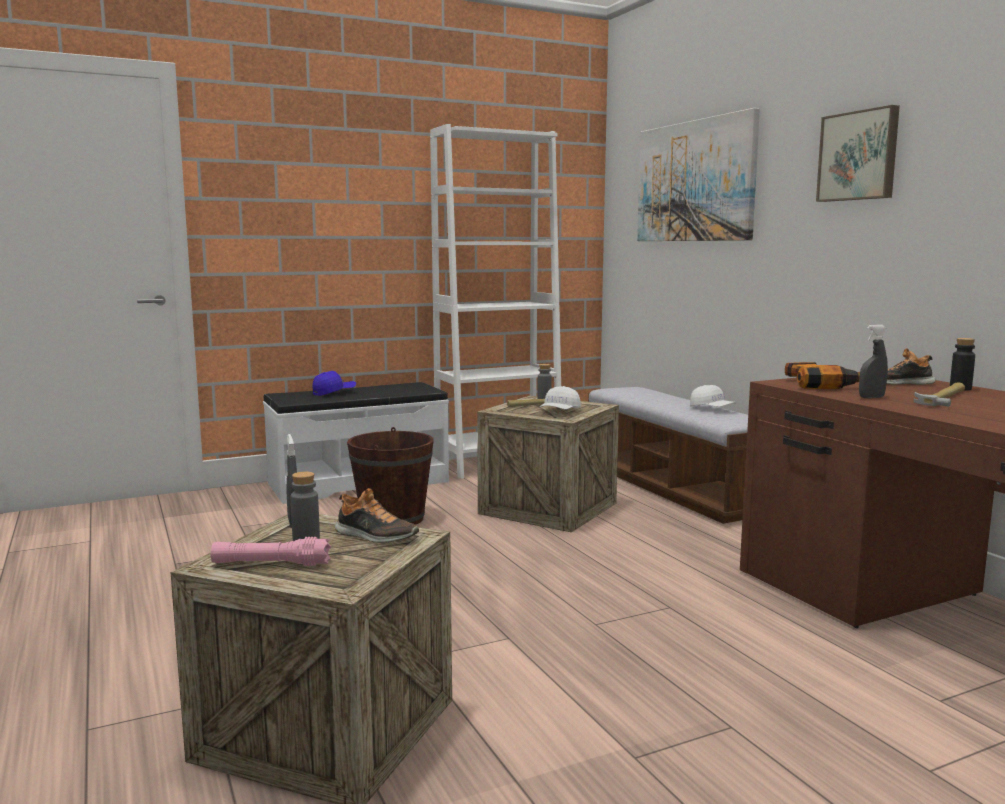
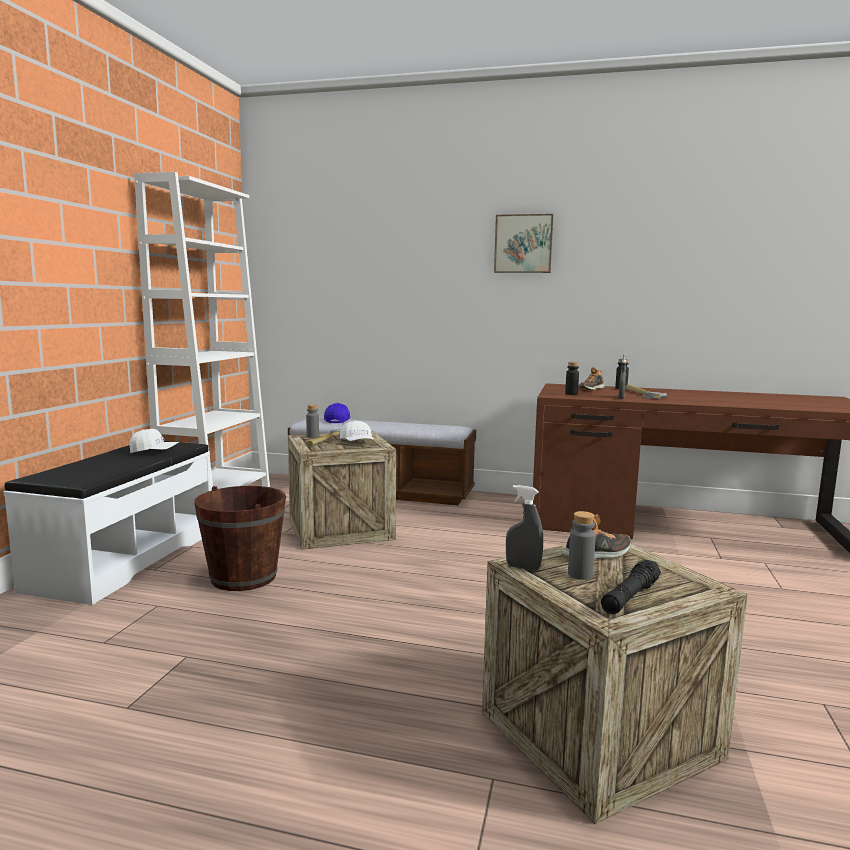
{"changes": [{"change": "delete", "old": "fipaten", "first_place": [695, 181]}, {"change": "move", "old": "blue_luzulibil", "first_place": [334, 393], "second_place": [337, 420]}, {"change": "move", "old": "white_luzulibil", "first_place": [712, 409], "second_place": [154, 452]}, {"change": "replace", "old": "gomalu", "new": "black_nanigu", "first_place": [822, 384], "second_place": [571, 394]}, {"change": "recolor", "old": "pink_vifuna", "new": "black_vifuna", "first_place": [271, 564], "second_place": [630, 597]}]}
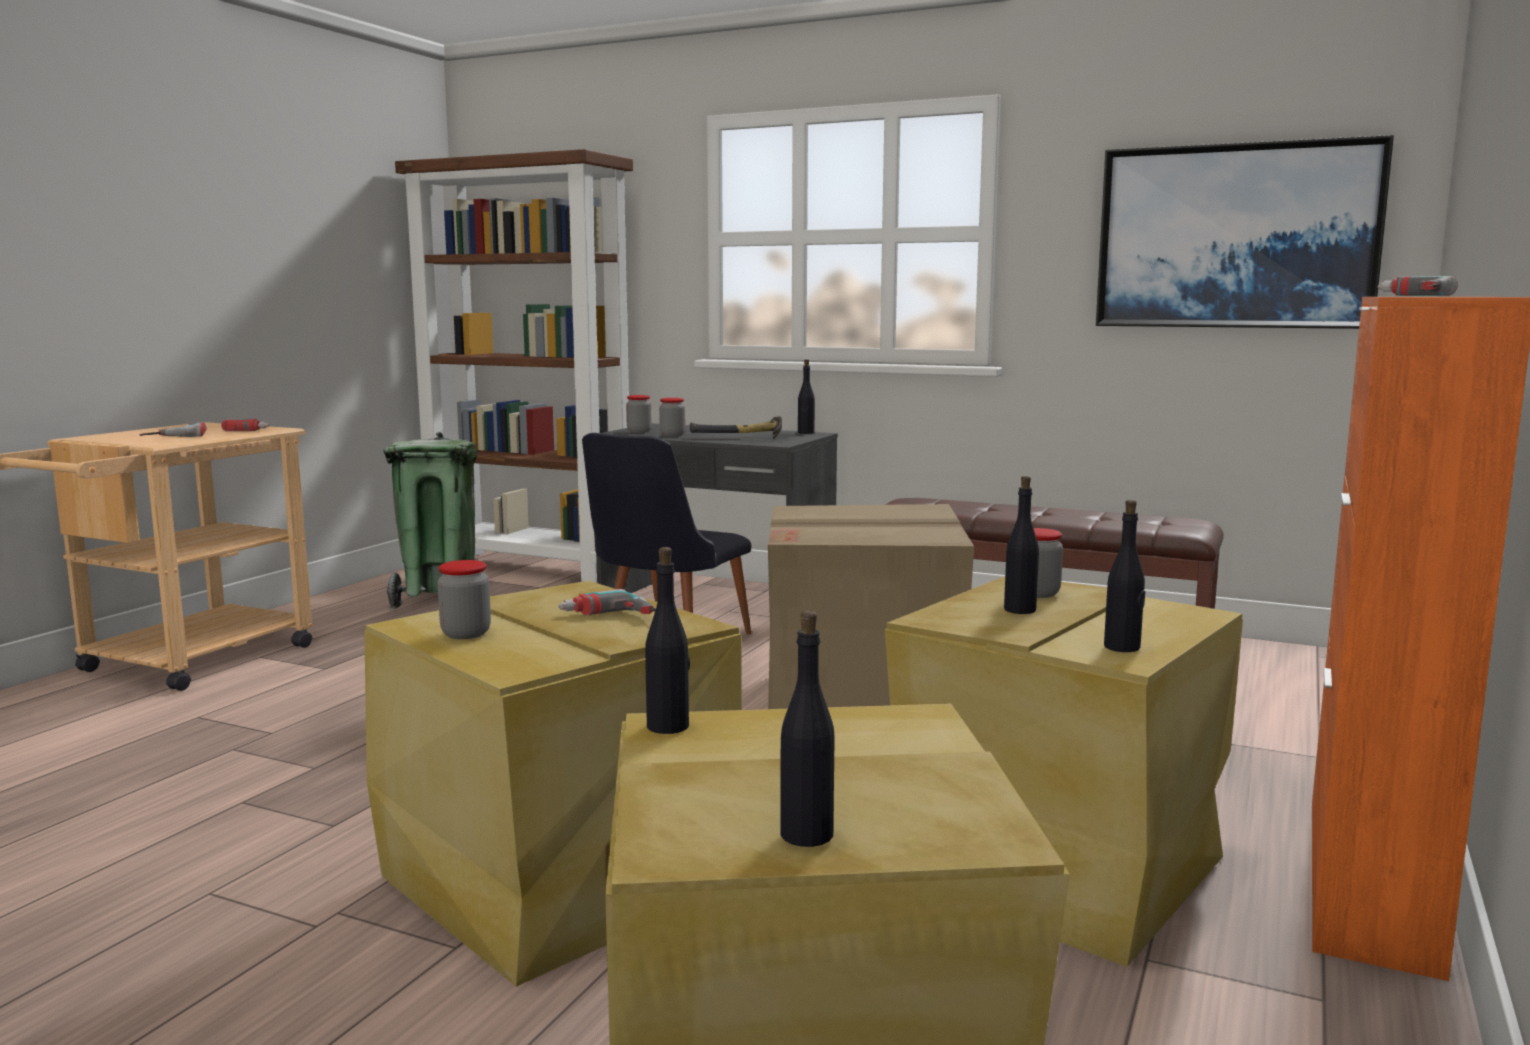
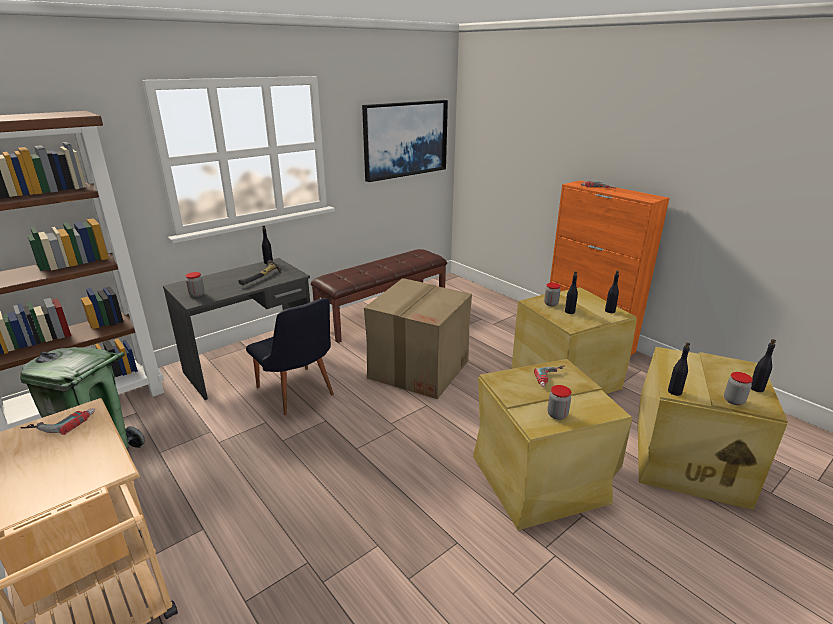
{"changes": [{"change": "delete", "old": "gomalu", "first_place": [175, 436]}, {"change": "move", "old": "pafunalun", "first_place": [672, 435], "second_place": [733, 400]}]}
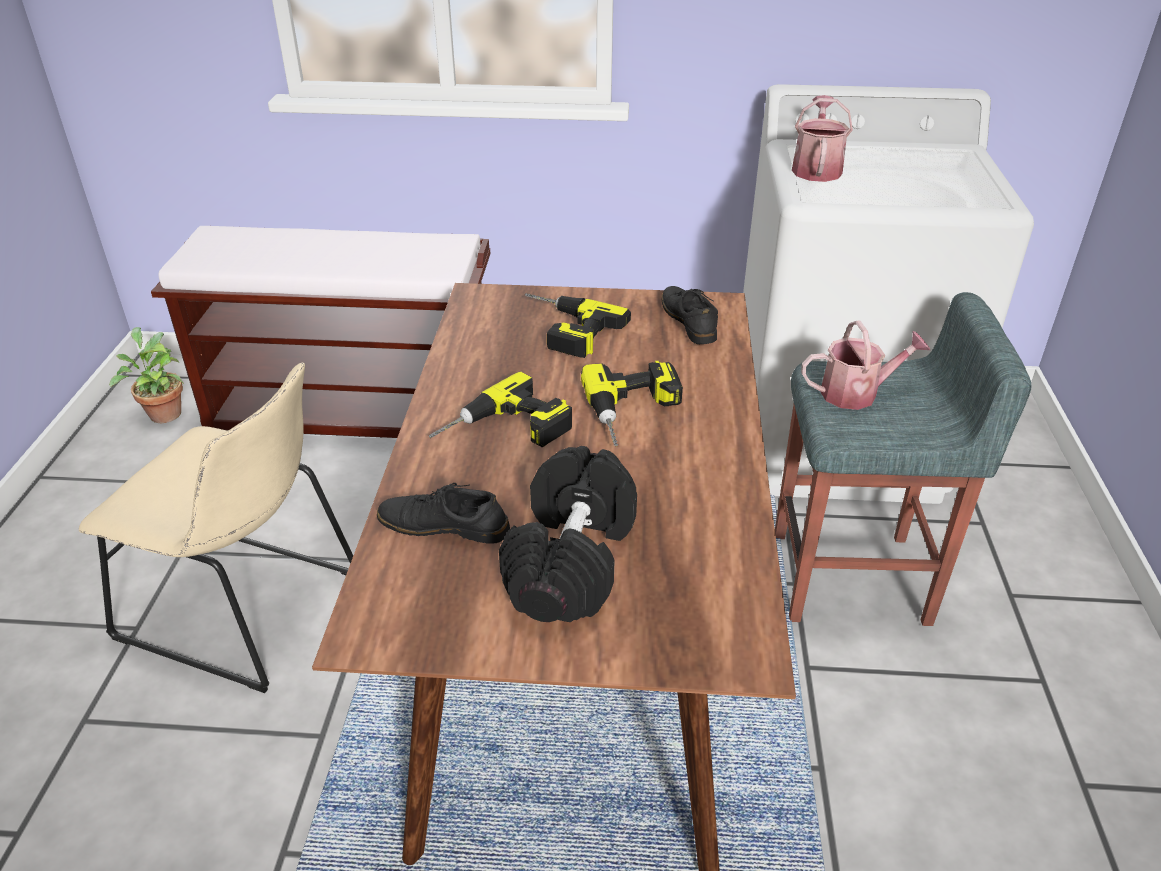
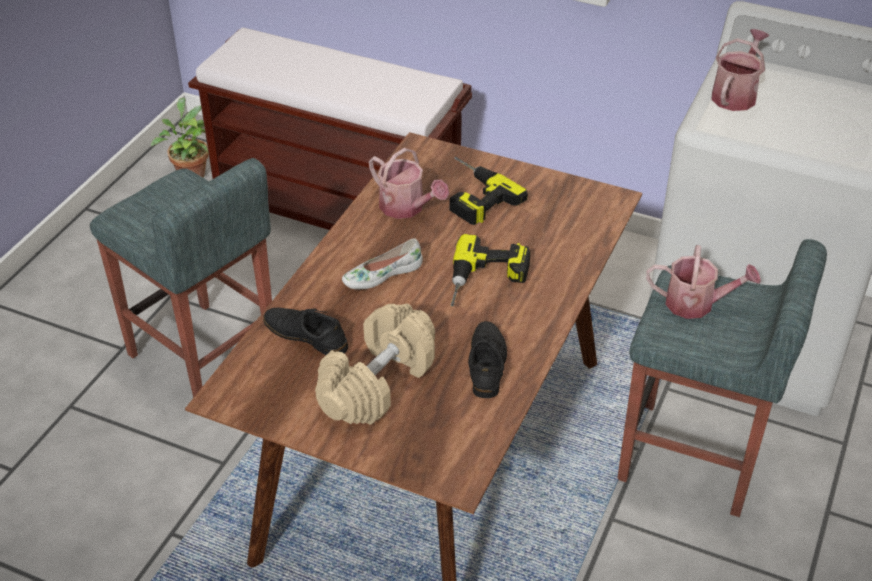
{"changes": [{"change": "insert", "new": "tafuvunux", "second_place": [406, 208]}, {"change": "move", "old": "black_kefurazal", "first_place": [688, 320], "second_place": [487, 363]}, {"change": "replace", "old": "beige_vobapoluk", "new": "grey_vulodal", "first_place": [248, 609], "second_place": [203, 355]}, {"change": "replace", "old": "gomalu", "new": "white_kefurazal", "first_place": [504, 431], "second_place": [382, 274]}, {"change": "recolor", "old": "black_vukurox", "new": "beige_vukurox", "first_place": [570, 560], "second_place": [377, 382]}]}
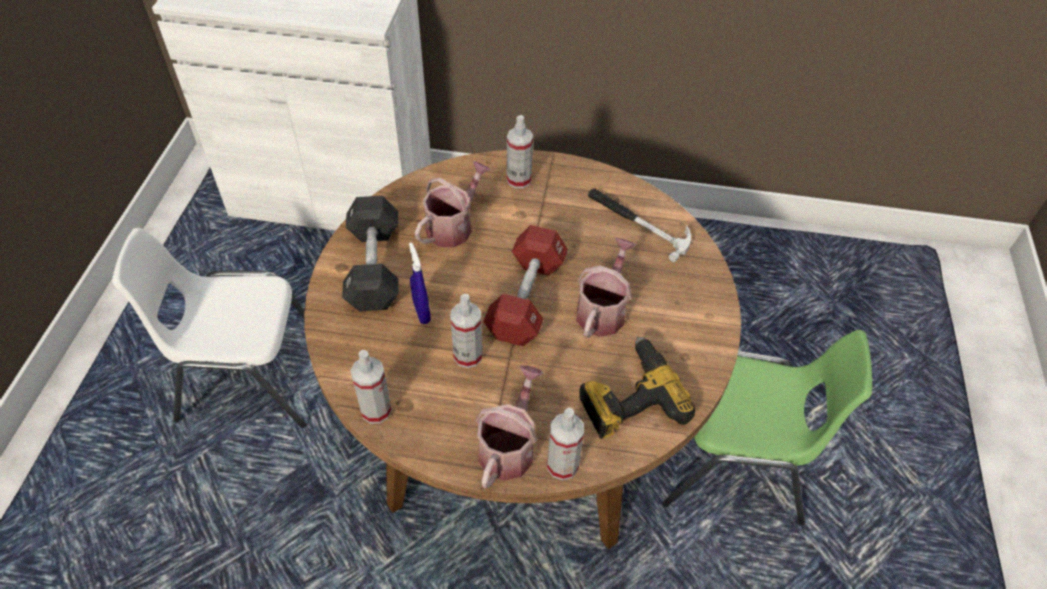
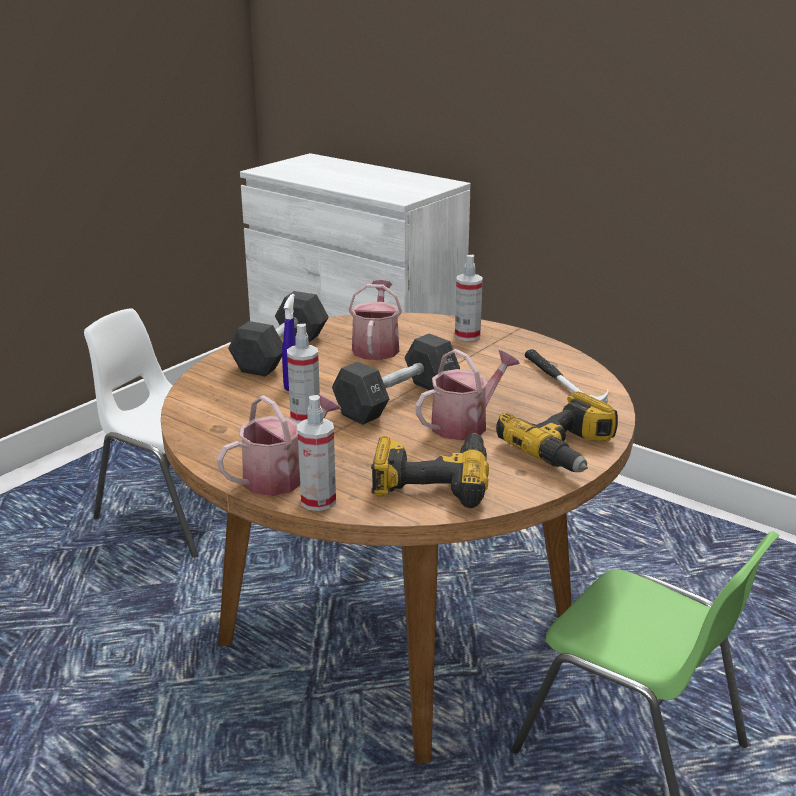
{"changes": [{"change": "delete", "old": "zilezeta", "first_place": [376, 410]}, {"change": "insert", "new": "gomalu", "second_place": [566, 450]}, {"change": "recolor", "old": "red_vukurox", "new": "black_vukurox", "first_place": [526, 298], "second_place": [397, 400]}, {"change": "rotate", "old": "tafuvunux", "first_place": [453, 226], "second_place": [376, 347], "degrees": -60}]}
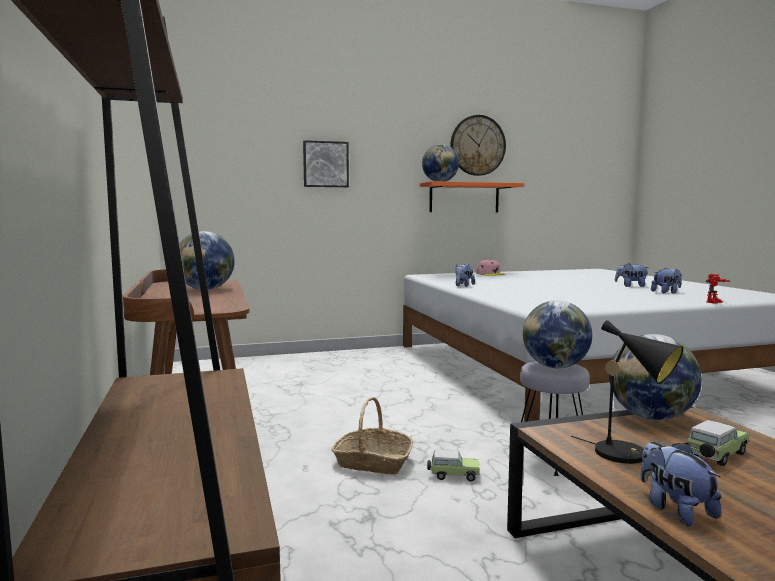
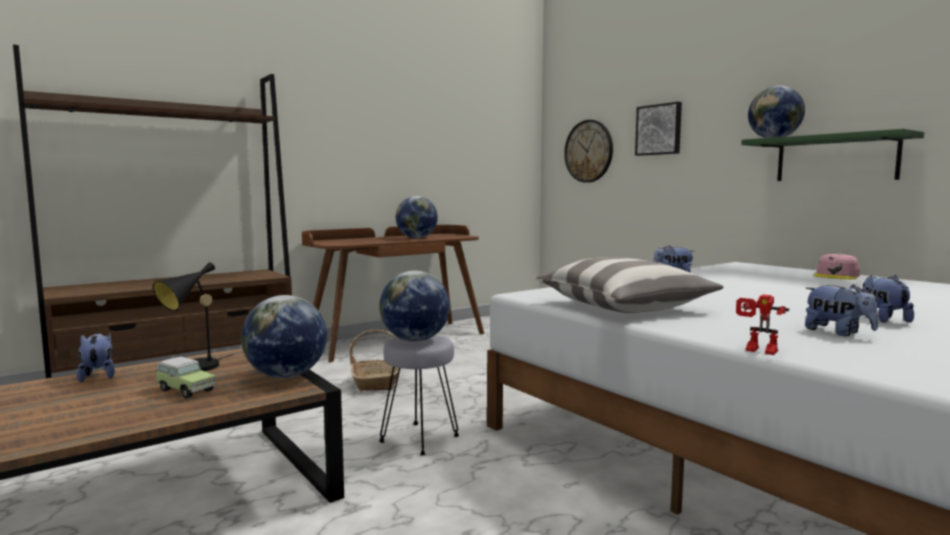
{"changes": [{"change": "delete", "old": "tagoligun", "first_place": [453, 476]}, {"change": "insert", "new": "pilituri", "second_place": [623, 307]}, {"change": "move", "old": "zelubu", "first_place": [477, 145], "second_place": [588, 151]}, {"change": "recolor", "old": "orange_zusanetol", "new": "green_zusanetol", "first_place": [464, 198], "second_place": [835, 159]}, {"change": "rotate", "old": "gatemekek", "first_place": [675, 510], "second_place": [98, 376], "degrees": -75}]}
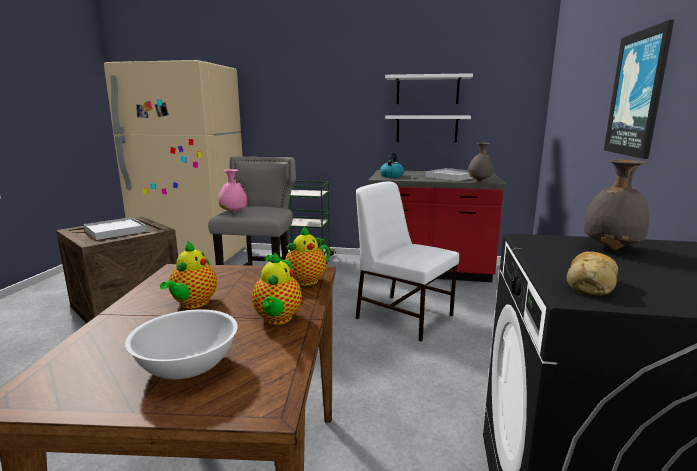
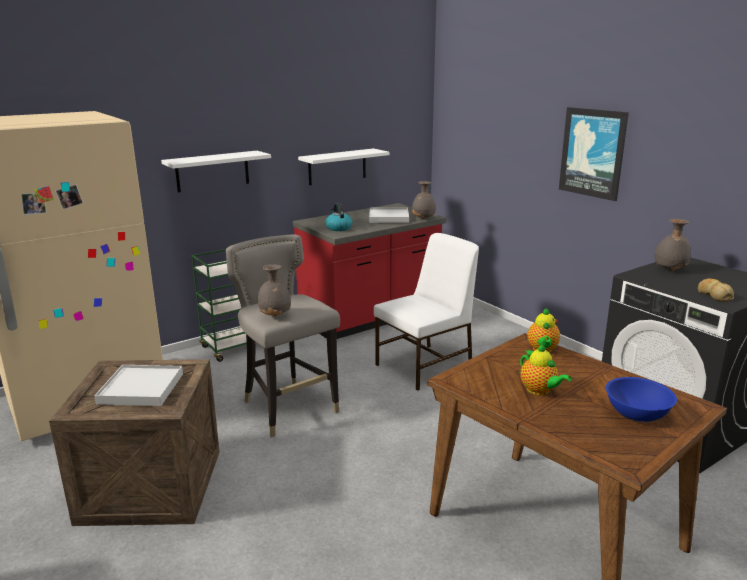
{"changes": [{"change": "delete", "old": "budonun", "first_place": [277, 319]}, {"change": "move", "old": "white_zusanetol", "first_place": [427, 90], "second_place": [212, 171]}, {"change": "recolor", "old": "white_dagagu", "new": "blue_dagagu", "first_place": [188, 366], "second_place": [637, 413]}, {"change": "recolor", "old": "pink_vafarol", "new": "grey_vafarol", "first_place": [234, 212], "second_place": [275, 316]}, {"change": "rotate", "old": "white_vobapoluk", "first_place": [403, 316], "second_place": [425, 366], "degrees": 150}]}
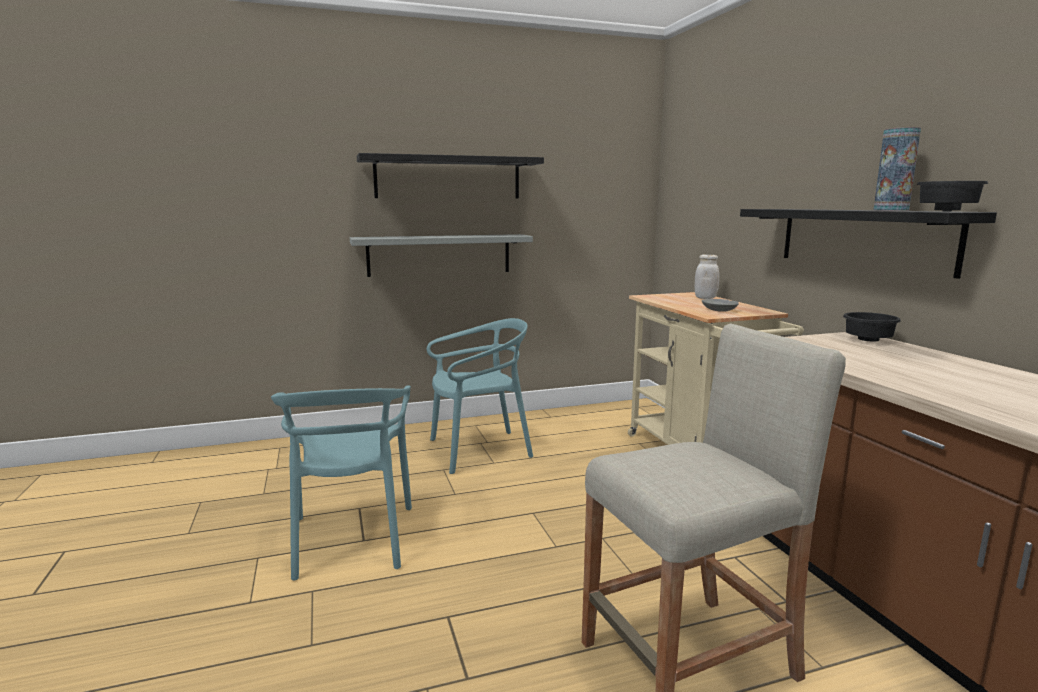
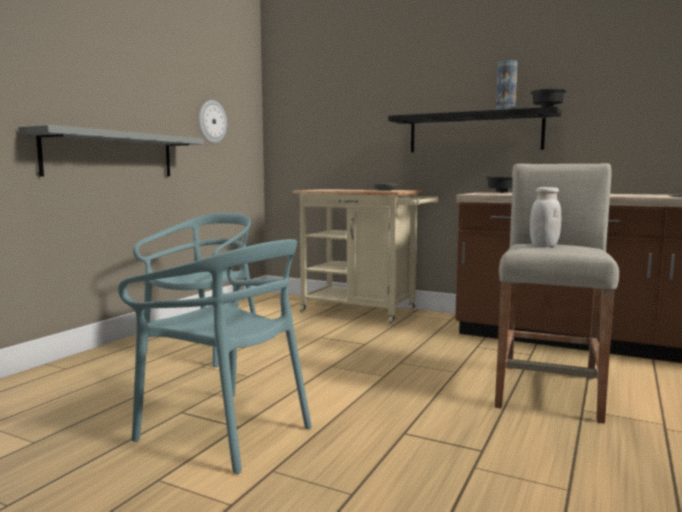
{"changes": [{"change": "delete", "old": "black_zusanetol", "first_place": [448, 178]}, {"change": "insert", "new": "zelubu", "second_place": [212, 122]}, {"change": "move", "old": "white_pafunalun", "first_place": [705, 298], "second_place": [544, 246]}]}
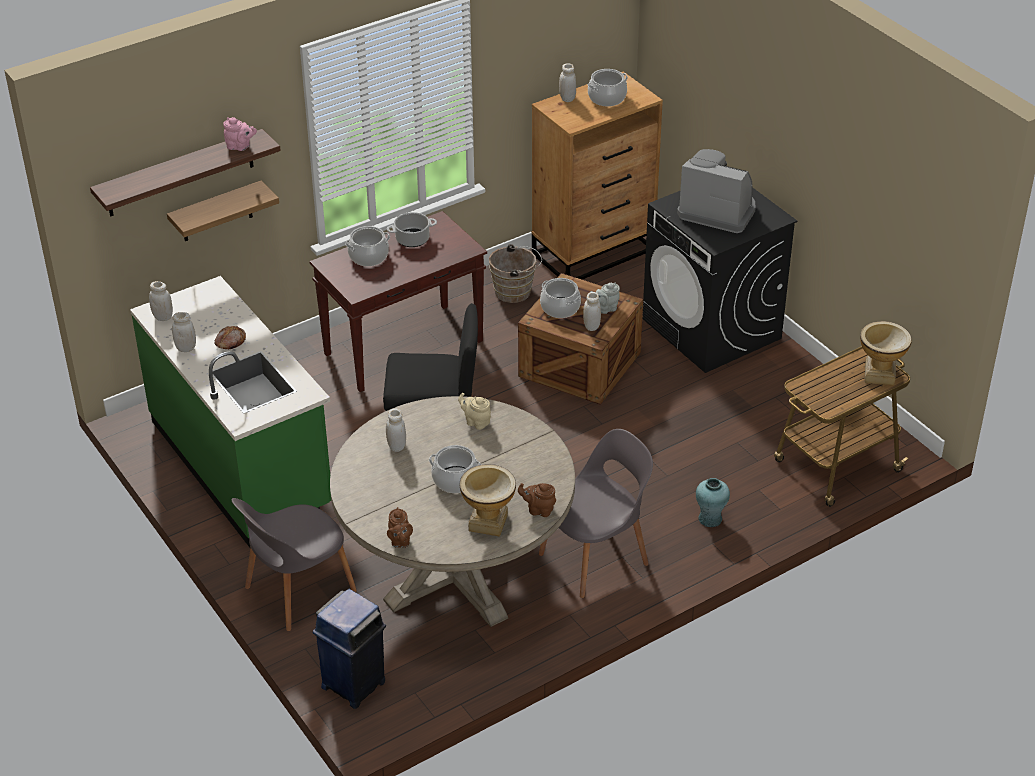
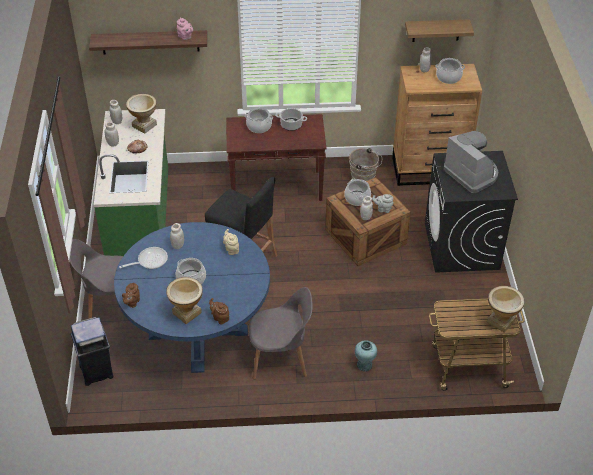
{"changes": [{"change": "insert", "new": "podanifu", "second_place": [150, 260]}, {"change": "insert", "new": "vafarol", "second_place": [144, 126]}, {"change": "move", "old": "zusanetol", "first_place": [216, 212], "second_place": [436, 30]}, {"change": "recolor", "old": "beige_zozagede", "new": "blue_zozagede", "first_place": [456, 574], "second_place": [198, 332]}]}
